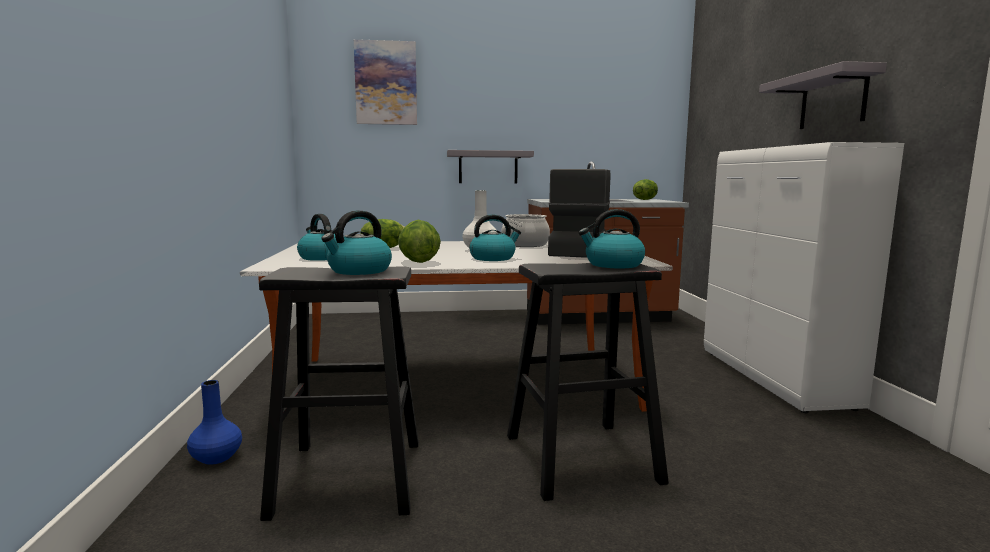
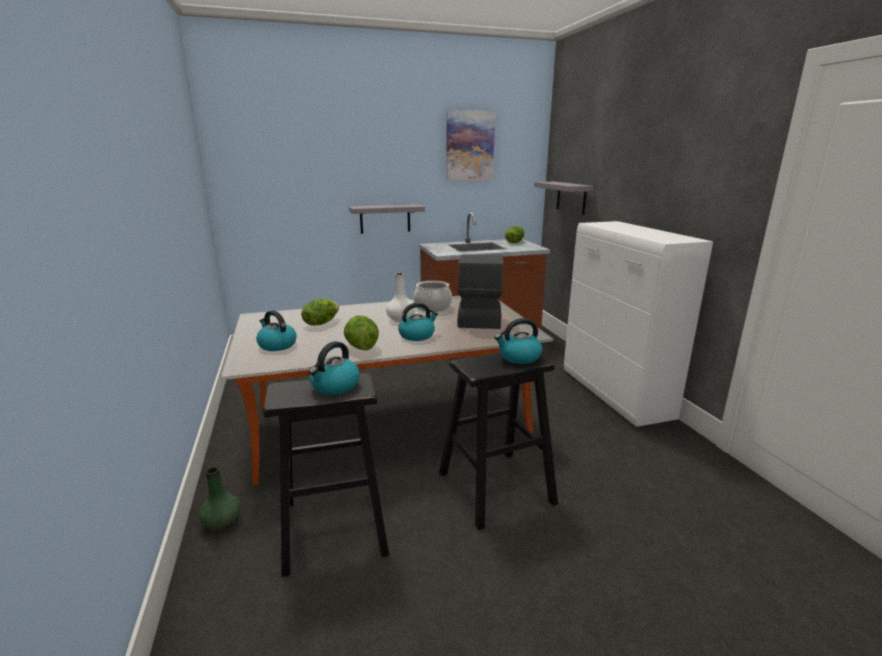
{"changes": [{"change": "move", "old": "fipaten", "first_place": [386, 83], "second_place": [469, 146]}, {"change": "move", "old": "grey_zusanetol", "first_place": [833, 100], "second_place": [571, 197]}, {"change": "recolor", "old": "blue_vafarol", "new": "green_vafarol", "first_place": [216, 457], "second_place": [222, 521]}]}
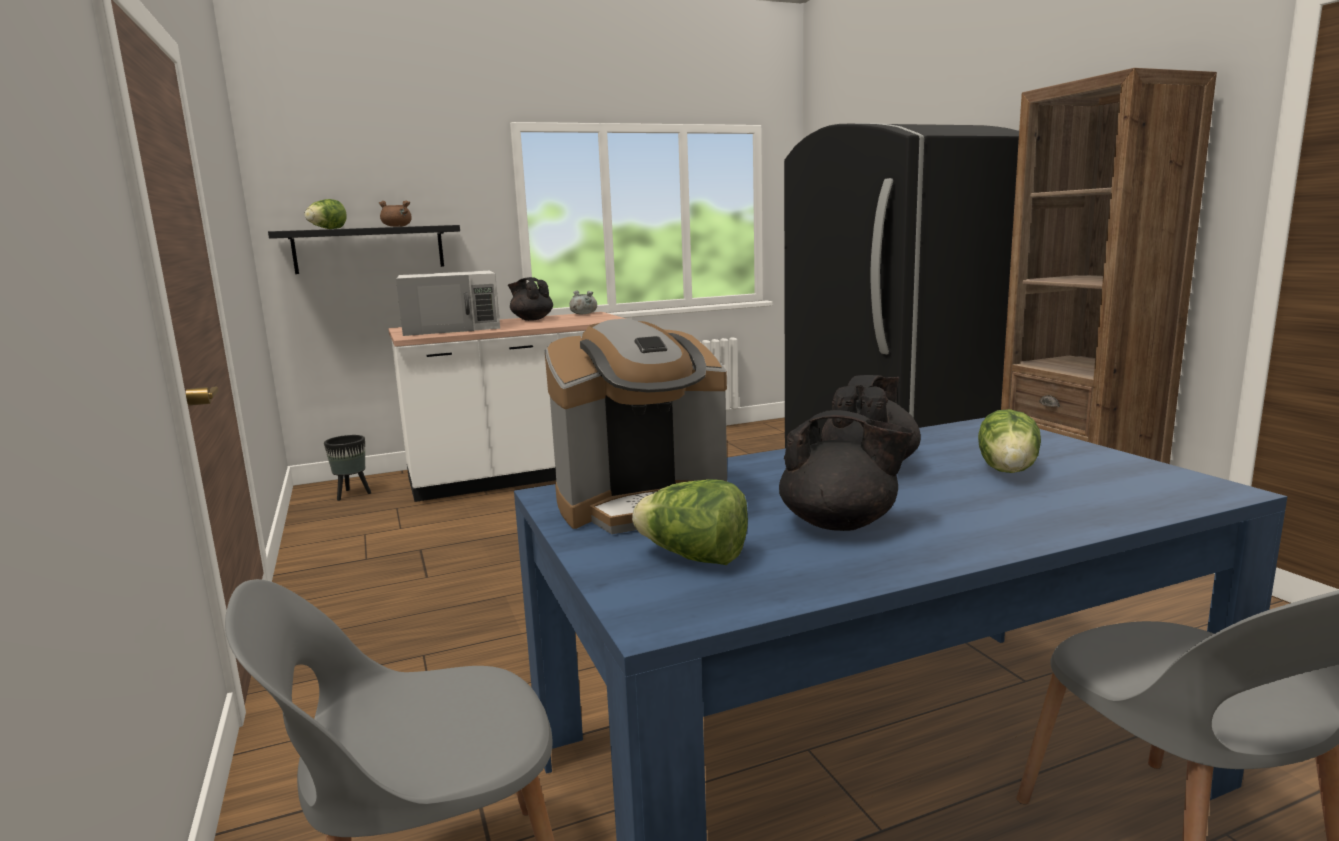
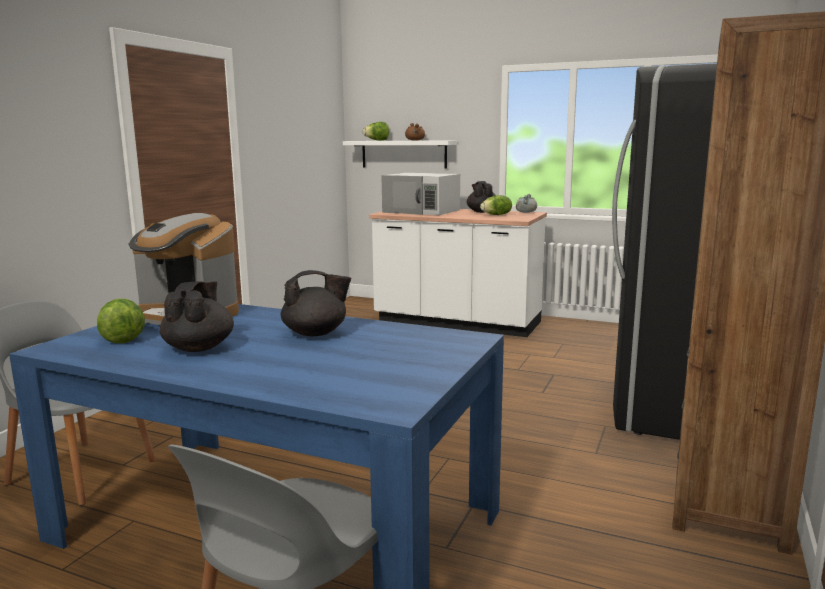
{"changes": [{"change": "delete", "old": "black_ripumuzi", "first_place": [352, 494]}, {"change": "move", "old": "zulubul", "first_place": [1009, 470], "second_place": [496, 215]}, {"change": "recolor", "old": "black_zusanetol", "new": "white_zusanetol", "first_place": [369, 249], "second_place": [403, 154]}, {"change": "rotate", "old": "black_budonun", "first_place": [840, 524], "second_place": [199, 347], "degrees": -150}]}
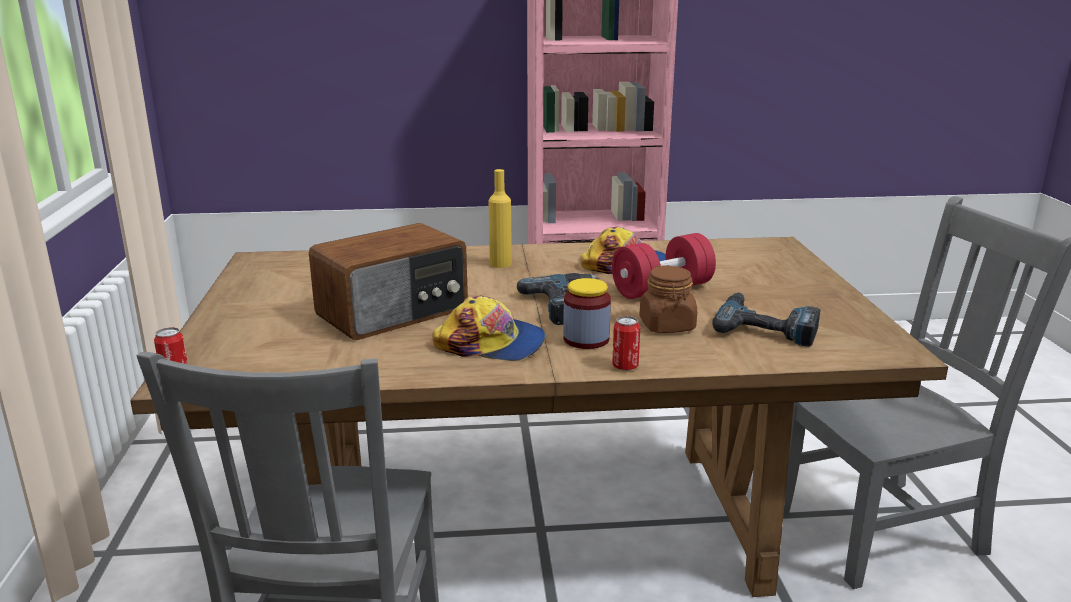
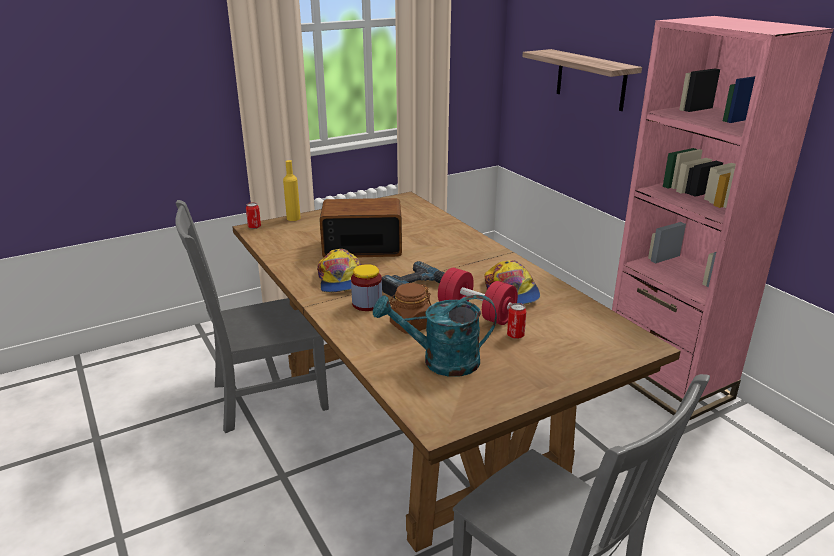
{"changes": [{"change": "insert", "new": "zusanetol", "second_place": [590, 79]}, {"change": "move", "old": "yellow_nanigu", "first_place": [500, 264], "second_place": [293, 218]}, {"change": "move", "old": "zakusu", "first_place": [625, 366], "second_place": [515, 335]}, {"change": "replace", "old": "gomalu", "new": "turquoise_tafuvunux", "first_place": [766, 327], "second_place": [440, 362]}, {"change": "rotate", "old": "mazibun", "first_place": [394, 313], "second_place": [362, 247], "degrees": 150}]}
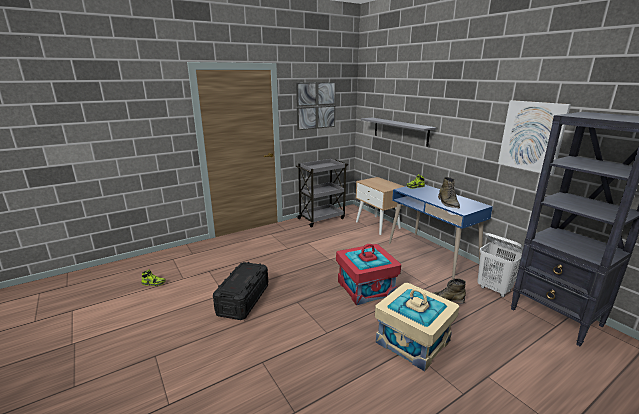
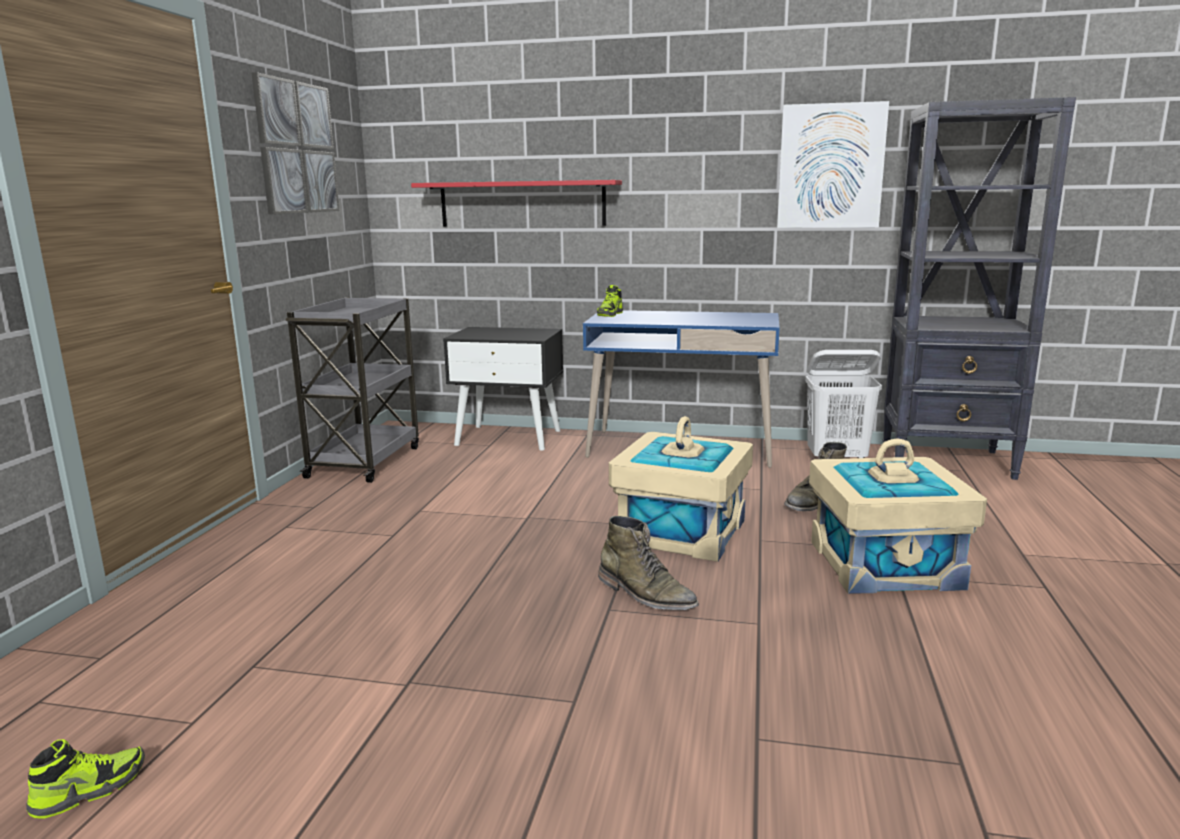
{"changes": [{"change": "delete", "old": "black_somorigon", "first_place": [243, 300]}, {"change": "move", "old": "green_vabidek", "first_place": [448, 203], "second_place": [646, 594]}, {"change": "recolor", "old": "red_somorigon", "new": "beige_somorigon", "first_place": [365, 288], "second_place": [680, 531]}, {"change": "recolor", "old": "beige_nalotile", "new": "black_nalotile", "first_place": [378, 225], "second_place": [509, 437]}, {"change": "recolor", "old": "grey_zusanetol", "new": "red_zusanetol", "first_place": [400, 131], "second_place": [522, 204]}]}
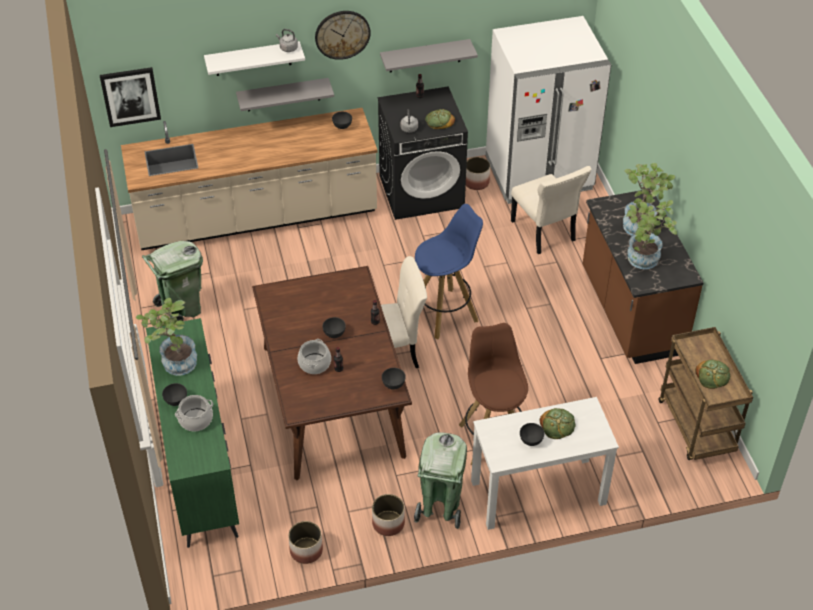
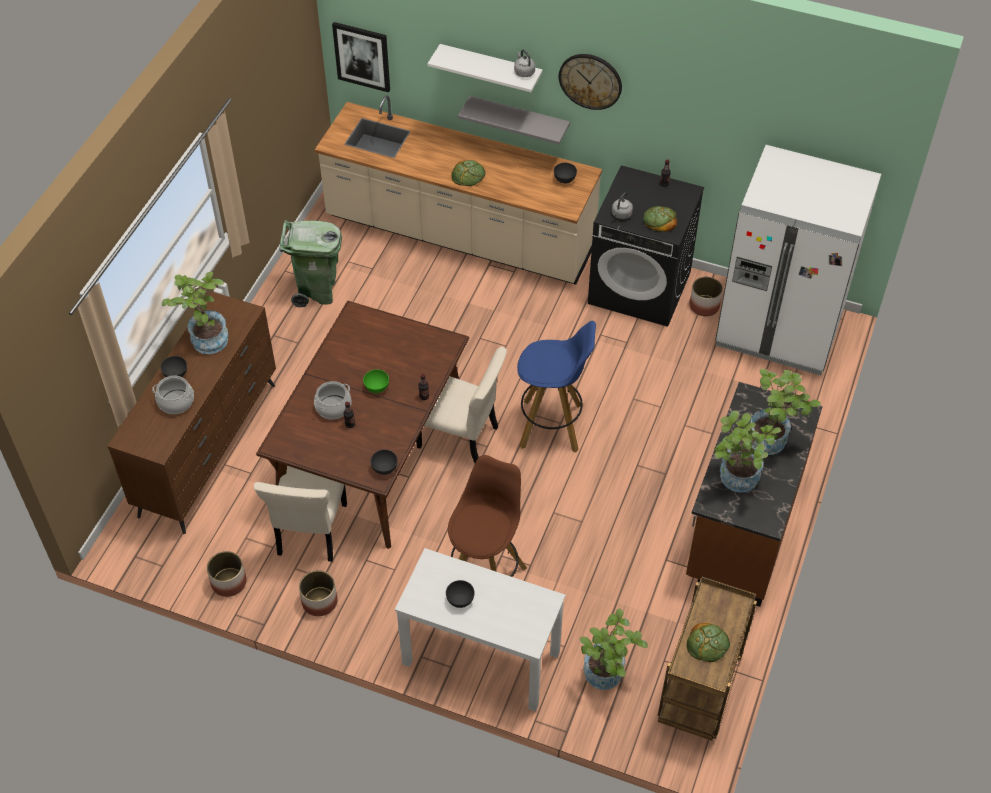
{"changes": [{"change": "delete", "old": "grey_zusanetol", "first_place": [425, 56]}, {"change": "delete", "old": "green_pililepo", "first_place": [440, 507]}, {"change": "insert", "new": "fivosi", "second_place": [606, 677]}, {"change": "move", "old": "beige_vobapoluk", "first_place": [544, 233], "second_place": [310, 532]}, {"change": "move", "old": "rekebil", "first_place": [557, 425], "second_place": [468, 175]}, {"change": "recolor", "old": "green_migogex", "new": "brown_migogex", "first_place": [200, 465], "second_place": [209, 449]}, {"change": "recolor", "old": "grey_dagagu", "new": "green_dagagu", "first_place": [334, 333], "second_place": [377, 387]}]}
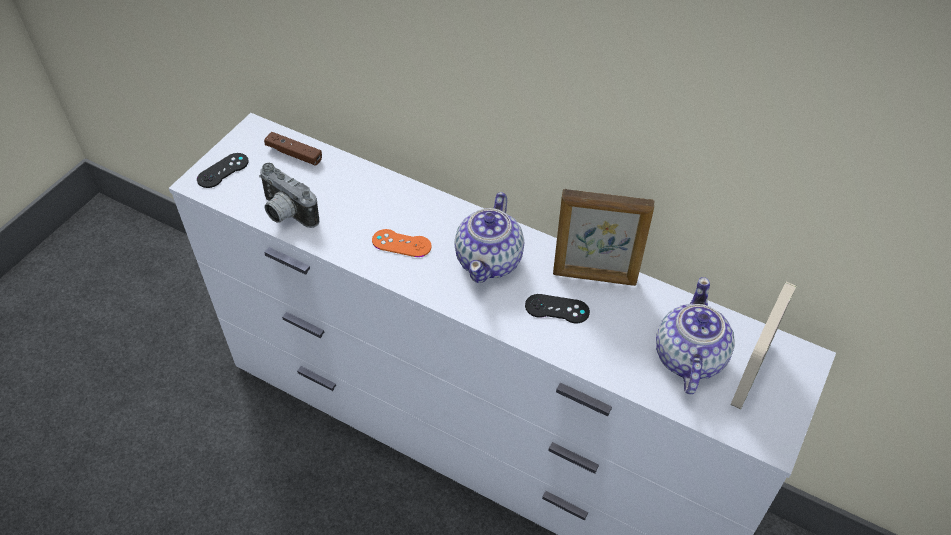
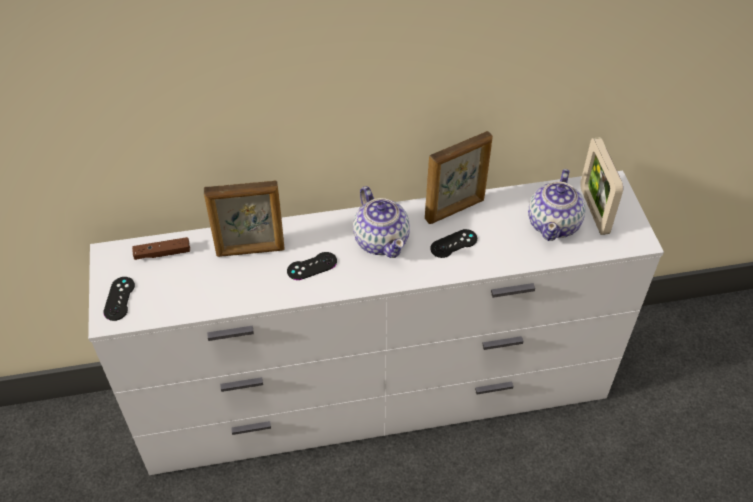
{"changes": [{"change": "delete", "old": "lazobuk", "first_place": [285, 214]}, {"change": "insert", "new": "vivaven", "second_place": [250, 251]}, {"change": "recolor", "old": "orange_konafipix", "new": "black_konafipix", "first_place": [401, 243], "second_place": [312, 266]}, {"change": "rotate", "old": "budonun", "first_place": [688, 358], "second_place": [554, 224], "degrees": -135}]}
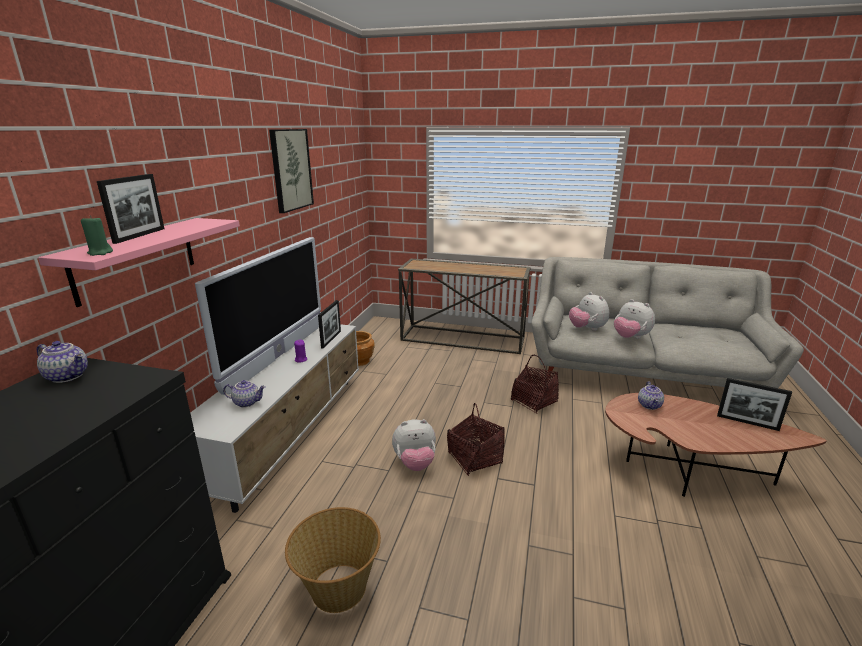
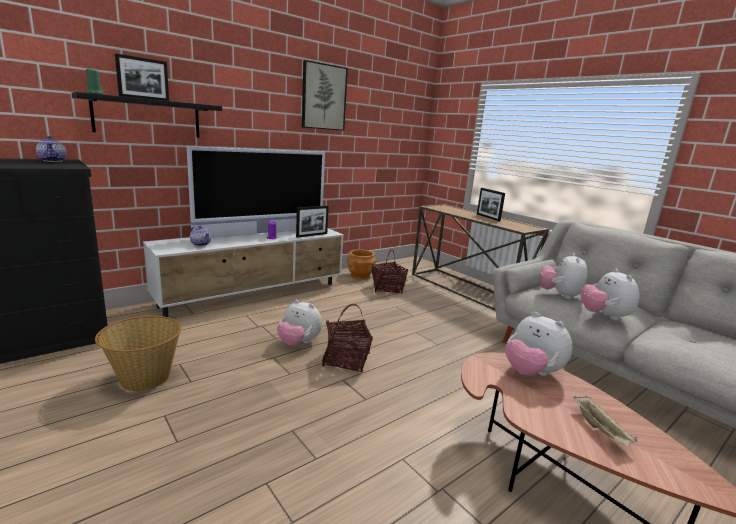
{"changes": [{"change": "insert", "new": "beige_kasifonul", "second_place": [600, 430]}, {"change": "move", "old": "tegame", "first_place": [534, 401], "second_place": [387, 289]}, {"change": "move", "old": "vivaven", "first_place": [747, 422], "second_place": [488, 217]}, {"change": "replace", "old": "budonun", "new": "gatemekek", "first_place": [650, 405], "second_place": [531, 373]}, {"change": "recolor", "old": "pink_zusanetol", "new": "black_zusanetol", "first_place": [136, 258], "second_place": [148, 117]}]}
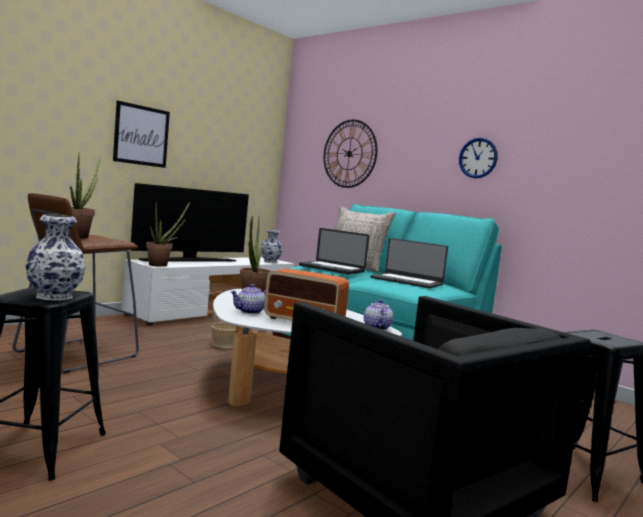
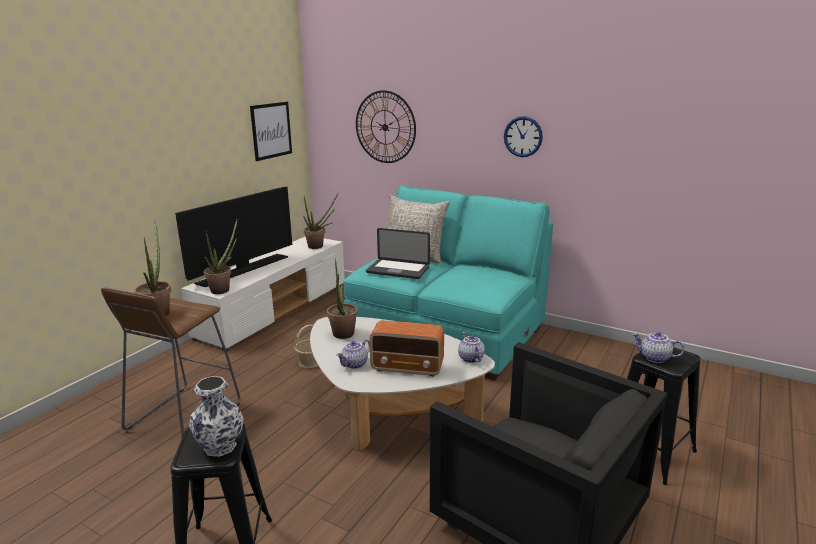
{"changes": [{"change": "delete", "old": "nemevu", "first_place": [407, 281]}, {"change": "insert", "new": "budonun", "second_place": [654, 358]}, {"change": "move", "old": "fipaten", "first_place": [141, 135], "second_place": [271, 130]}, {"change": "replace", "old": "vafarol", "new": "fivosi", "first_place": [270, 262], "second_place": [319, 246]}]}
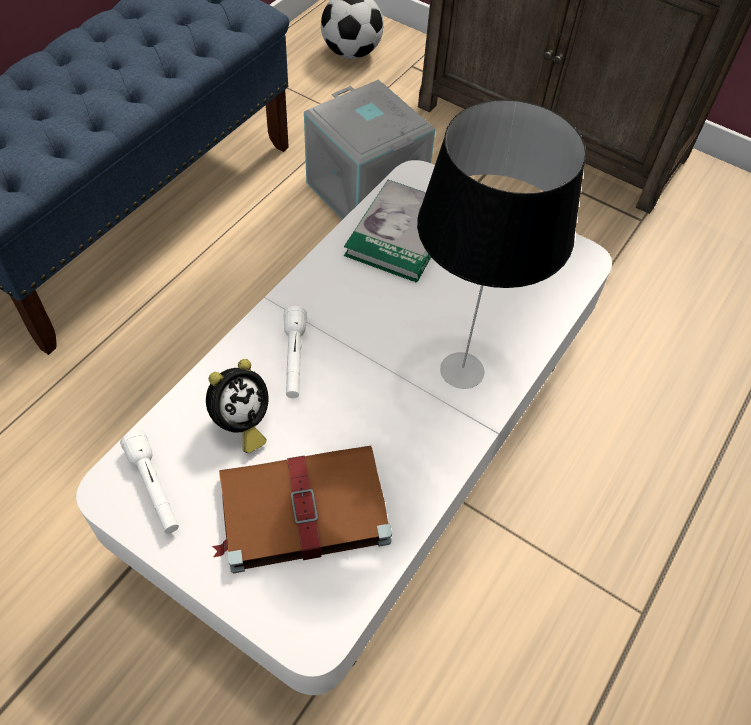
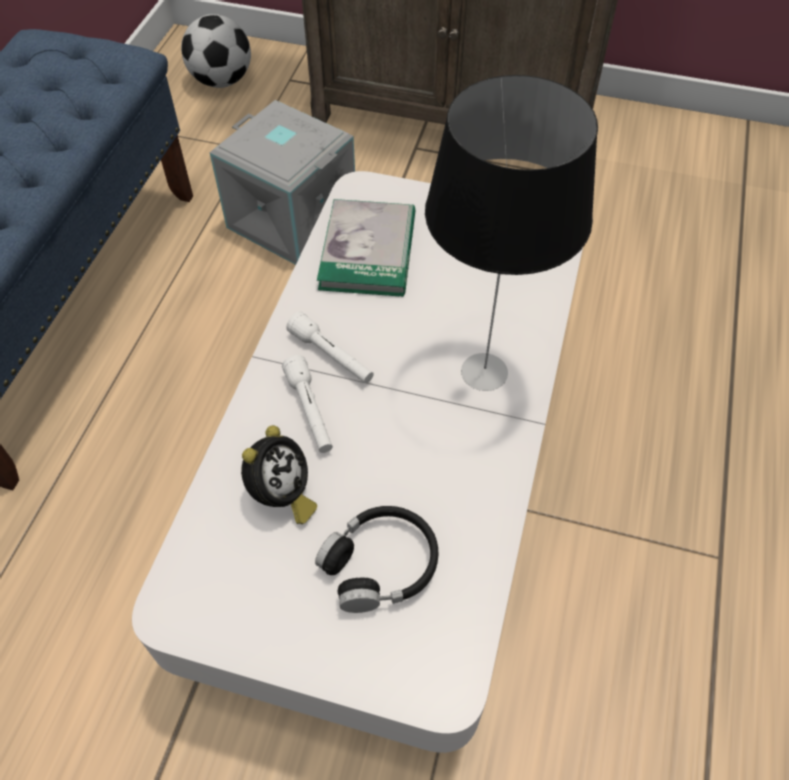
{"changes": [{"change": "move", "old": "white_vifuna", "first_place": [154, 488], "second_place": [331, 356]}, {"change": "replace", "old": "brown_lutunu", "new": "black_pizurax", "first_place": [300, 510], "second_place": [380, 565]}]}
